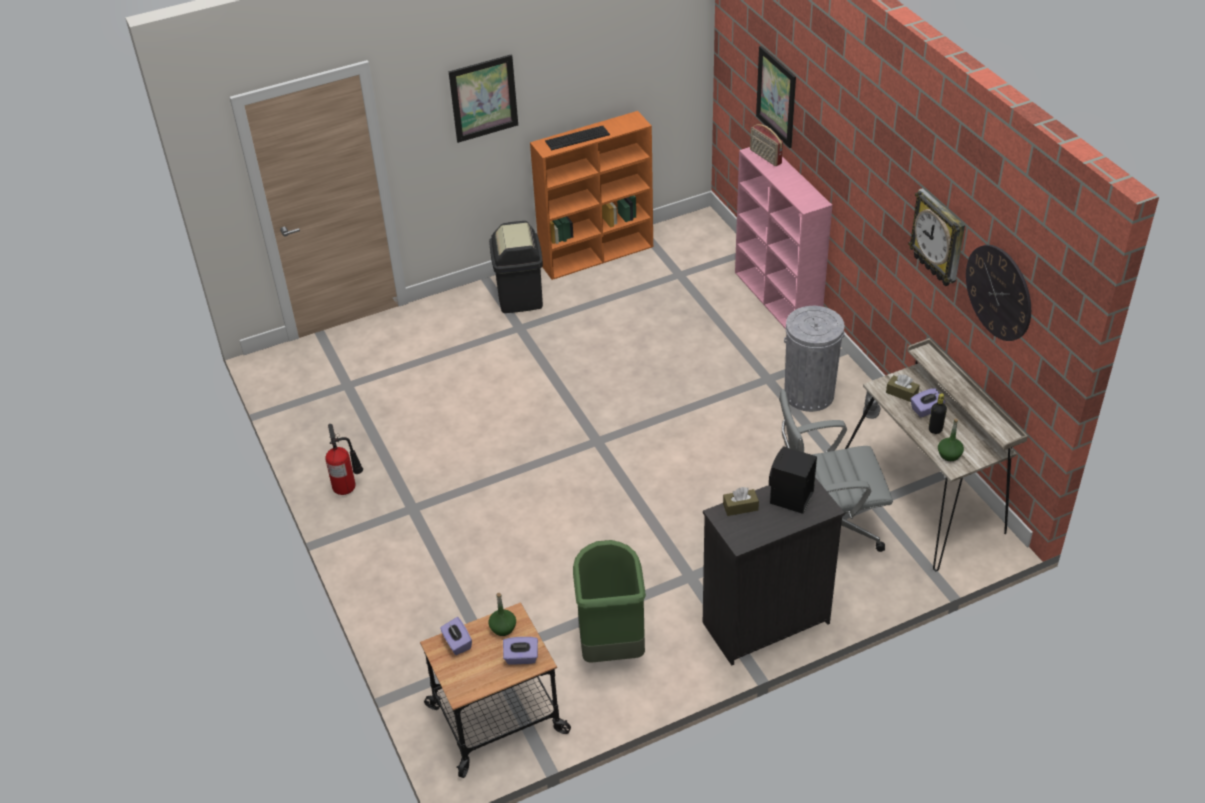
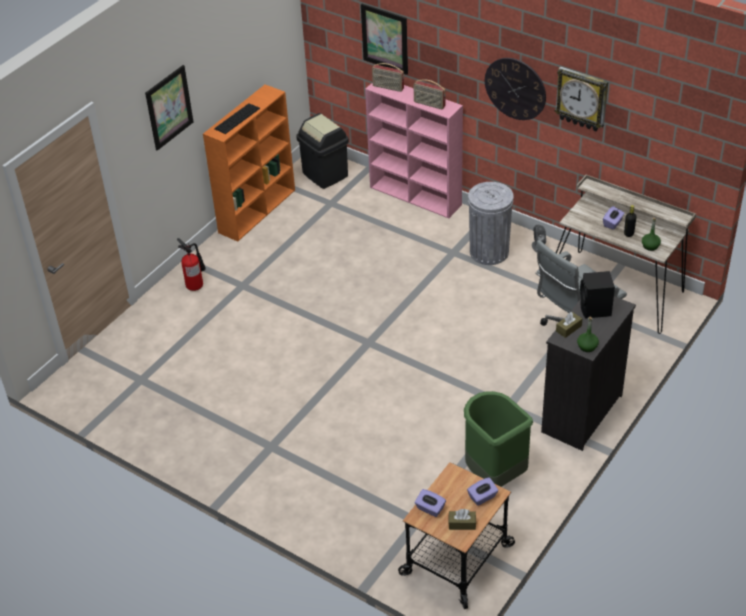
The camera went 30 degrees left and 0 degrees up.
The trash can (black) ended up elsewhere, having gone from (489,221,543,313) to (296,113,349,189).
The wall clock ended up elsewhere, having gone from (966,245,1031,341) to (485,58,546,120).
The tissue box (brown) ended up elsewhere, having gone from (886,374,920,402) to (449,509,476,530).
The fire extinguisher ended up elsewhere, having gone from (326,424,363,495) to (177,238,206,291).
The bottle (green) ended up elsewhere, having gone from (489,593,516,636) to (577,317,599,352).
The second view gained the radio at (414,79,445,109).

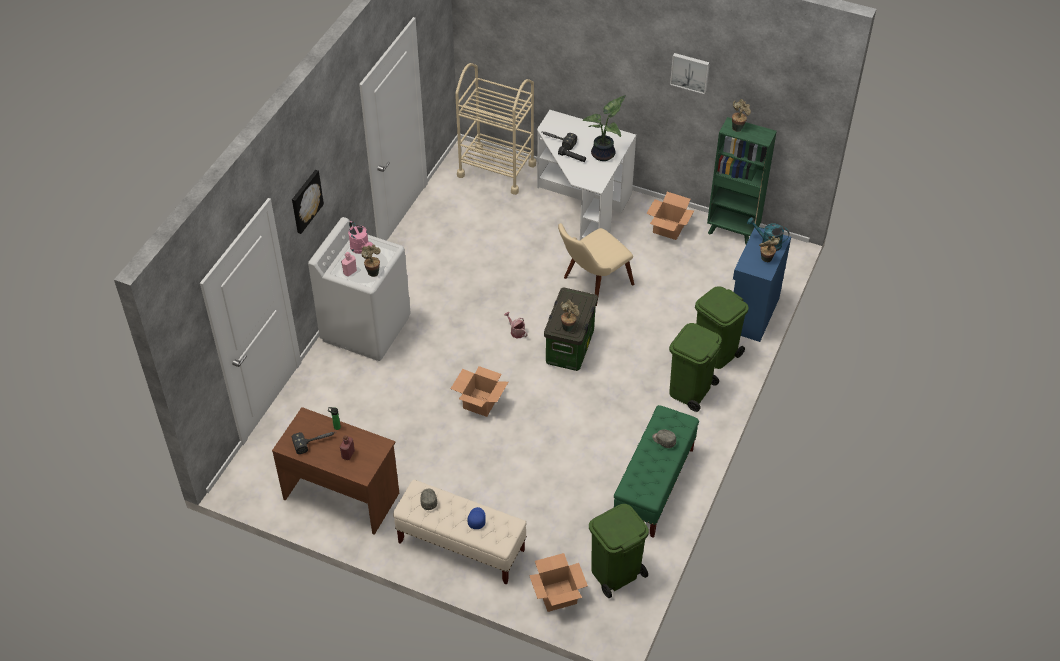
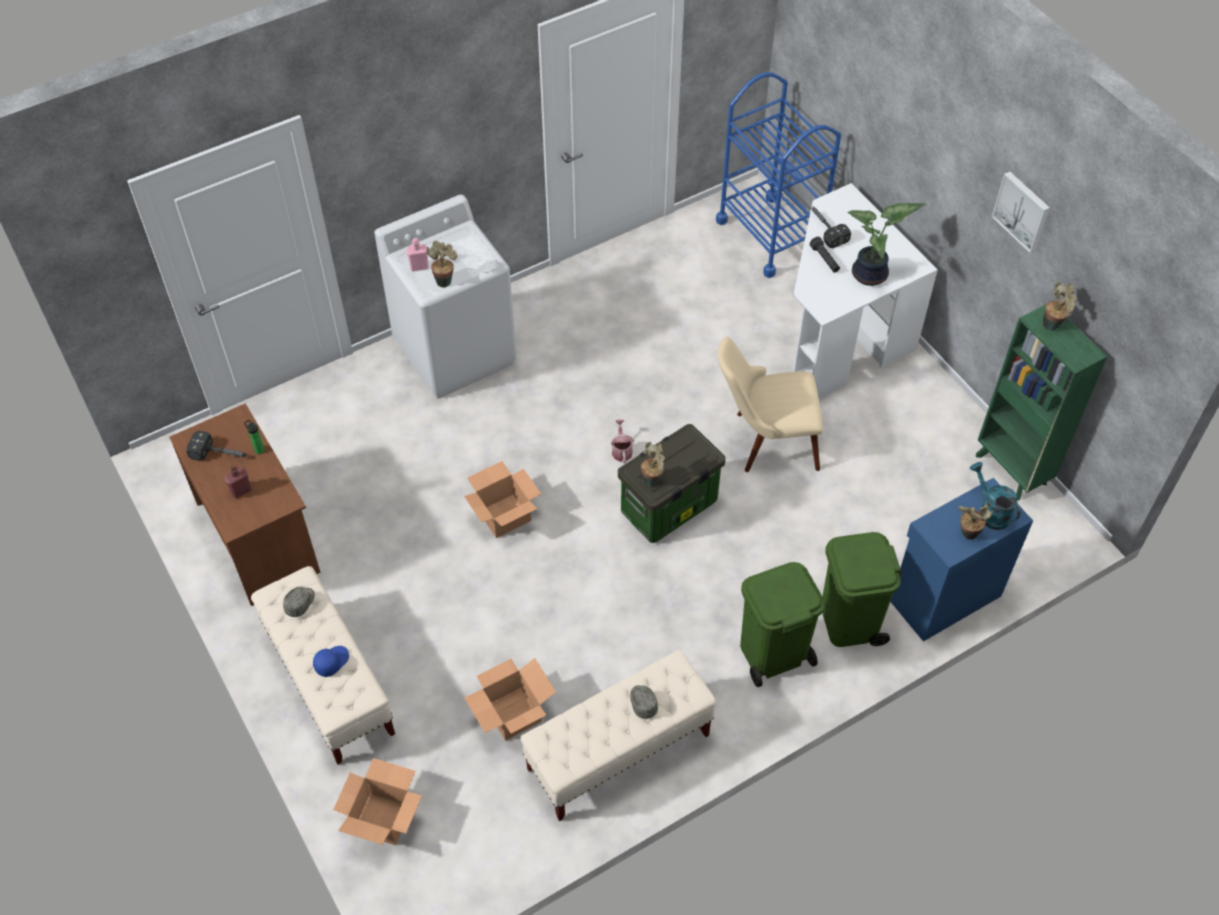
The camera went 35 degrees right and 5 degrees up.
What was the cart (beige) at (455,63,536,195) turned into the cart (blue) at (716,72,841,278).
The second view lost the picture at (292,170,324,234).
The cardboard box ended up elsewhere, having gone from (646,192,694,240) to (464,658,556,741).
The second view lost the watering can (pink) at (348,221,373,254).
What was the bench (green) at (613,405,699,538) turned into the bench (beige) at (521,650,716,821).
The second view lost the trash can (green) at (589,504,649,598).

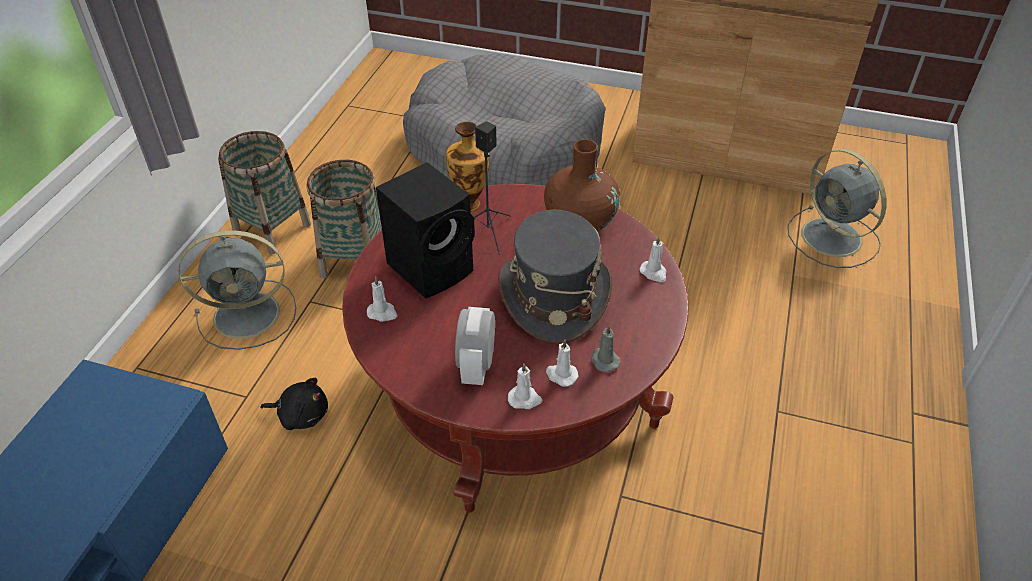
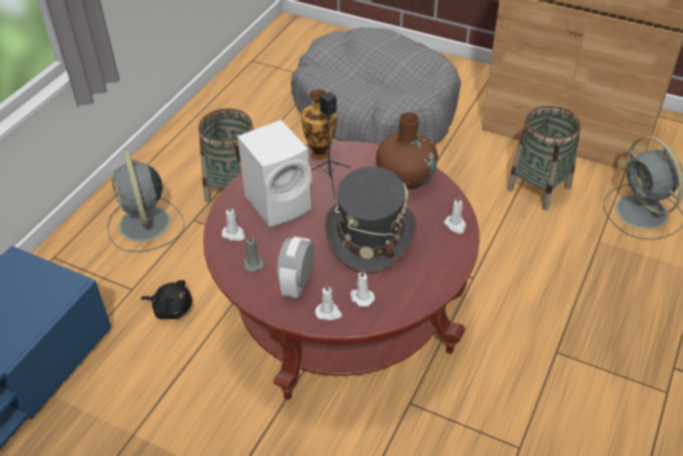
The camera went 10 degrees right and 0 degrees up.
The basket ended up elsewhere, having gone from (218,131,311,254) to (507,106,581,210).
What was the speaker (black) at (376,162,475,299) turned into the speaker (white) at (237,120,312,227).
The fan (grey) at (178,230,296,350) ended up facing another way, 75 degrees clockwise from before.
The candle (grey) ended up elsewhere, having gone from (591,325,620,372) to (243,235,265,272).

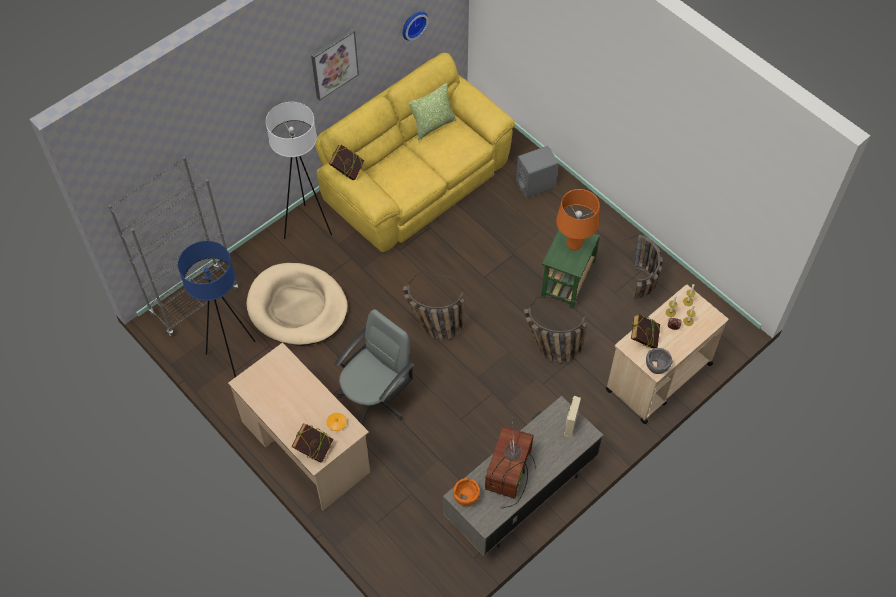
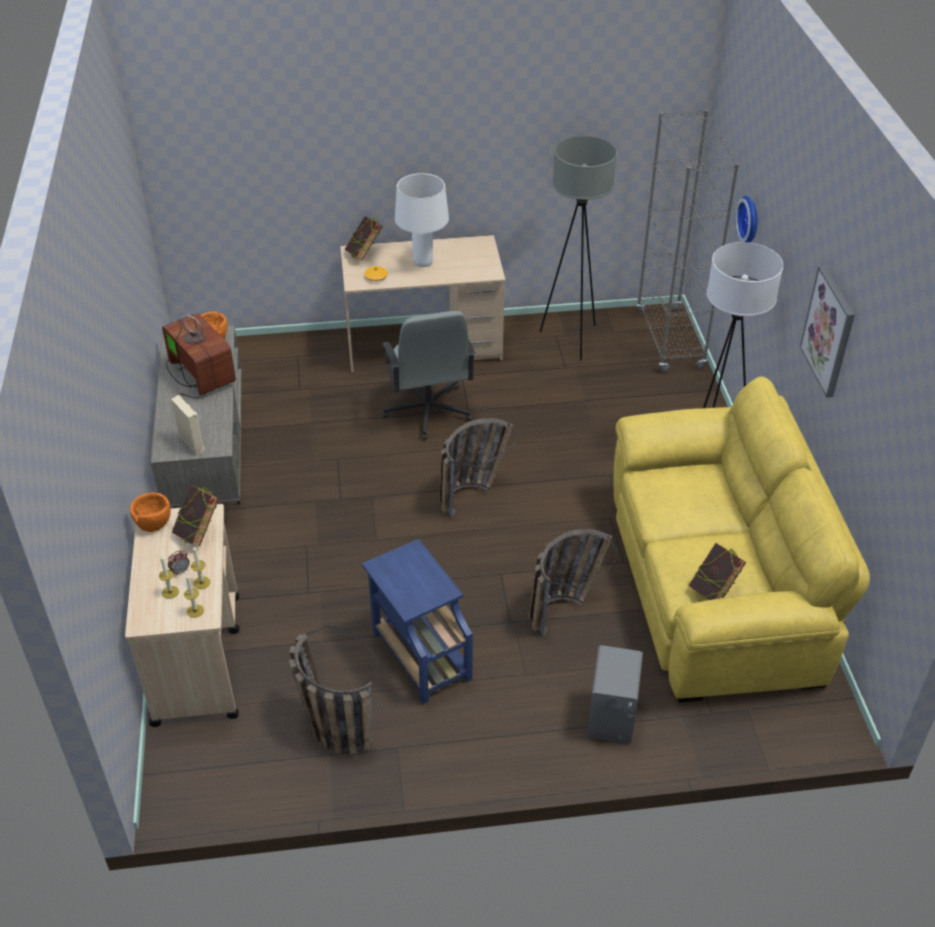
The camera went 125 degrees right and 15 degrees down.
The wall clock ended up elsewhere, having gone from (403,12,429,41) to (736,196,757,243).
The second view lost the pillow at (409,83,456,140).
The book ended up elsewhere, having gone from (329,145,364,180) to (689,543,746,600).
The second view lost the table lamp (orange) at (556,189,599,250).
What was the side table (green) at (541,229,600,309) turned into the side table (blue) at (362,539,473,704).
What was the floor lamp (blue) at (178,241,255,377) turned into the floor lamp (grey) at (539,136,617,360).
The second view lost the dog bed (beige) at (246,263,348,346).
The basket ended up elsewhere, having gone from (524,295,587,363) to (528,529,618,637).
What was the bowl (grey) at (646,348,673,374) turned into the bowl (orange) at (130,492,171,532).
The second view gained the table lamp (white) at (395,173,449,267).

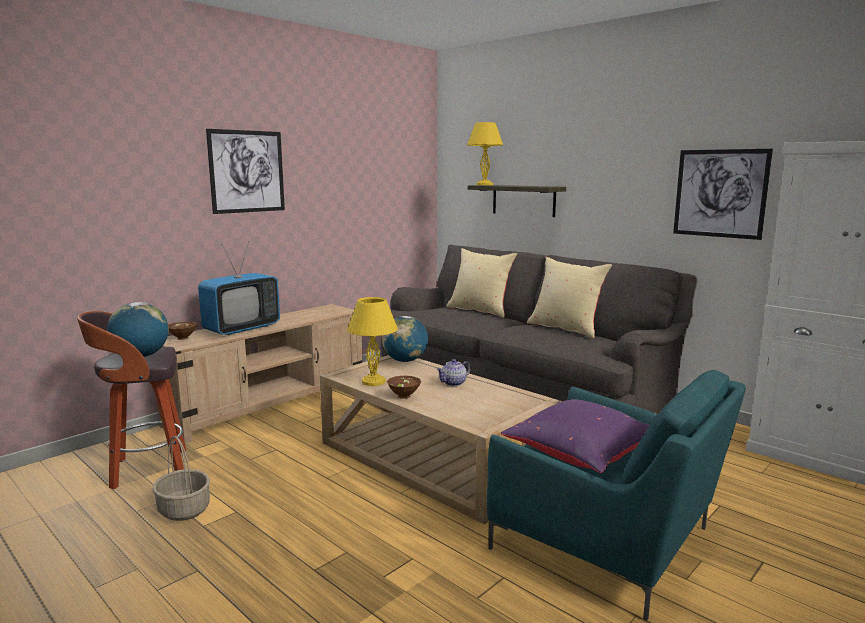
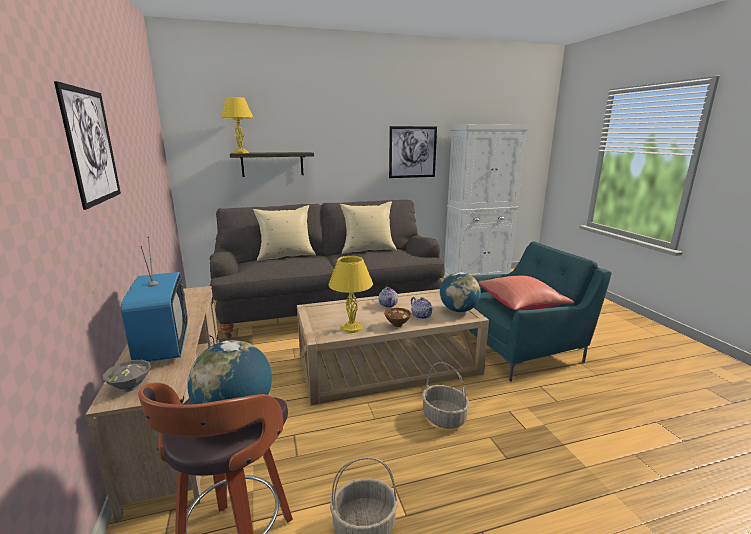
The camera went 60 degrees left and 5 degrees up.
The globe ended up elsewhere, having gone from (382,316,428,362) to (440,272,481,312).
What was the bowl (brown) at (168,322,197,340) turned into the bowl (grey) at (103,360,151,392).
What was the pillow (purple) at (501,399,650,473) turned into the pillow (red) at (478,275,574,310).
The second view gained the teapot at (411,297,434,319).
The second view gained the basket at (422,362,469,429).

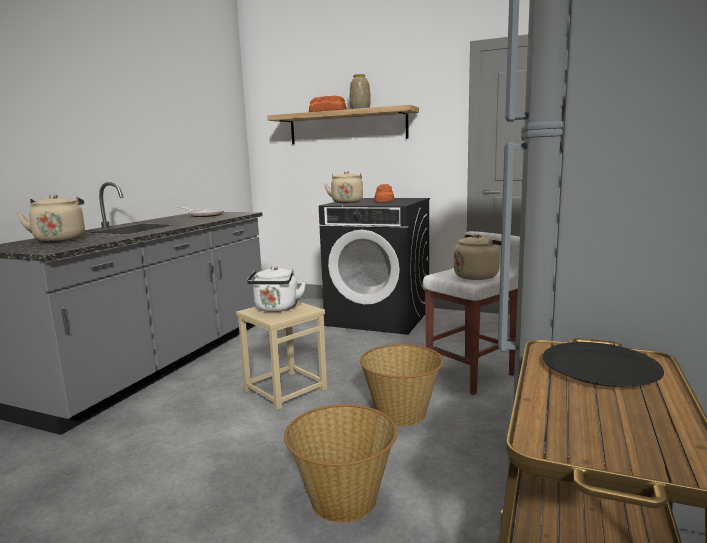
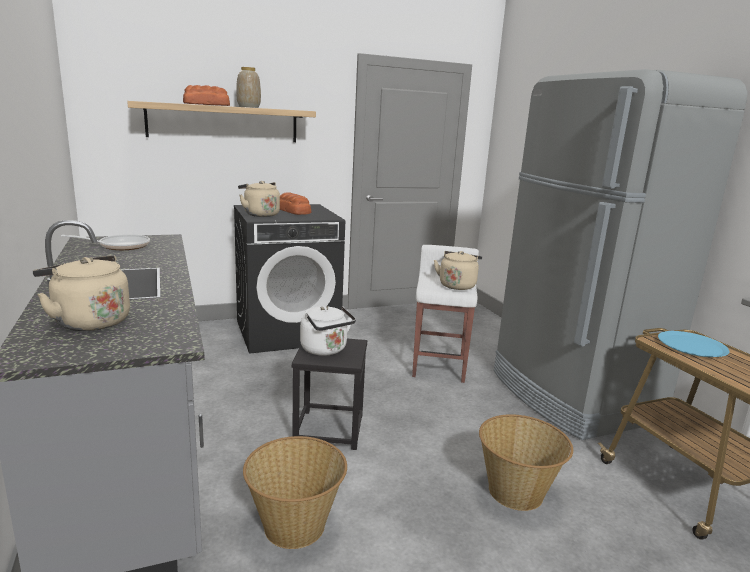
The camera went 45 degrees left and 5 degrees up.
What was the stool (beige) at (236,301,327,410) turned into the stool (black) at (292,339,367,450).
What was the plate (black) at (543,342,664,387) turned into the plate (blue) at (658,331,729,357).
The basket ended up elsewhere, having gone from (360,344,444,426) to (243,436,347,549).

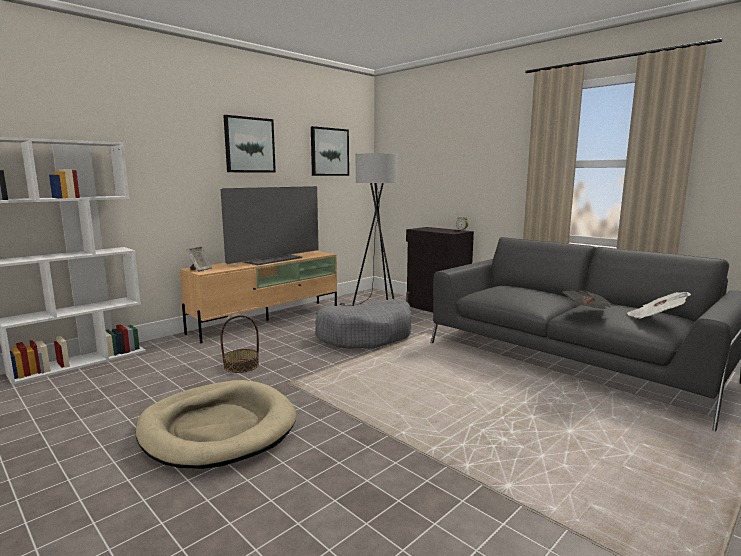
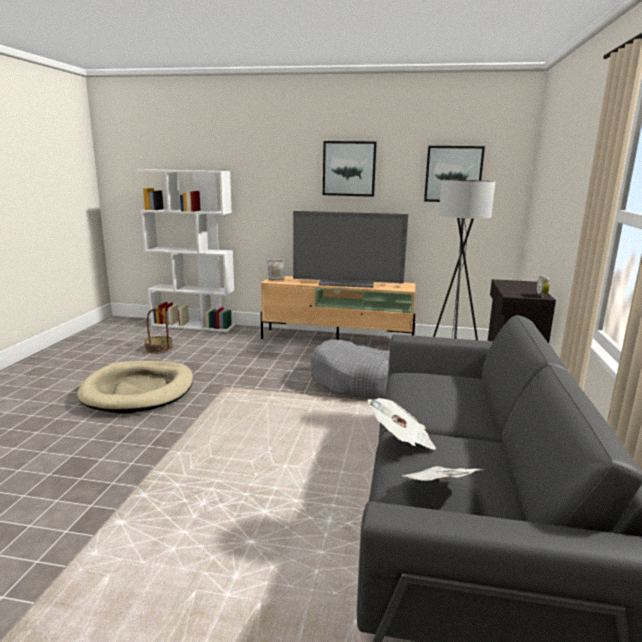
The camera went 55 degrees right and 5 degrees up.
The basket ended up elsewhere, having gone from (220,315,259,373) to (144,309,173,354).

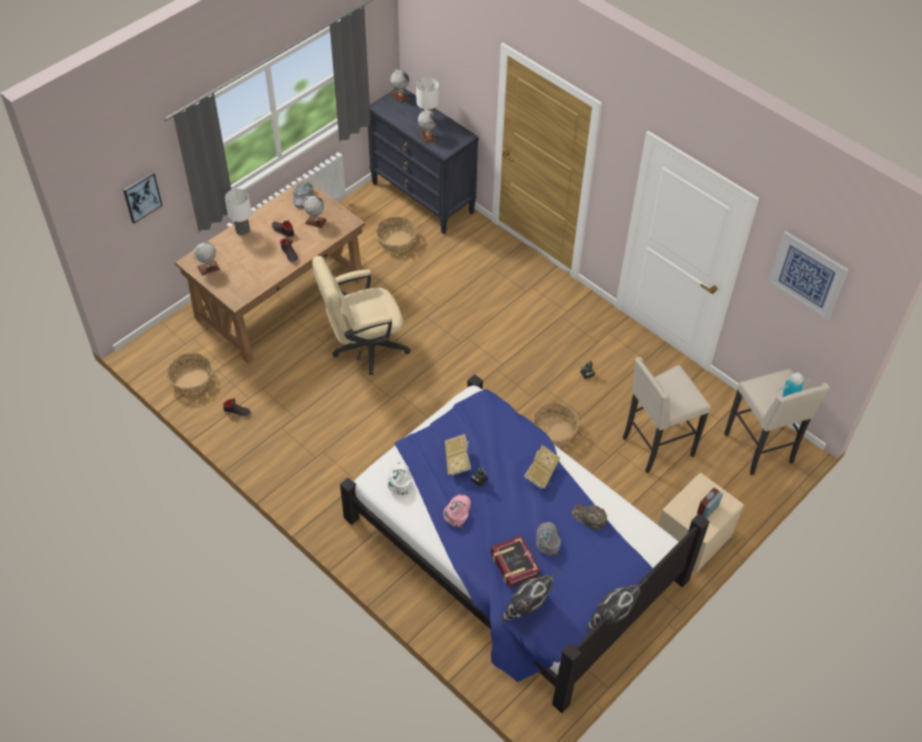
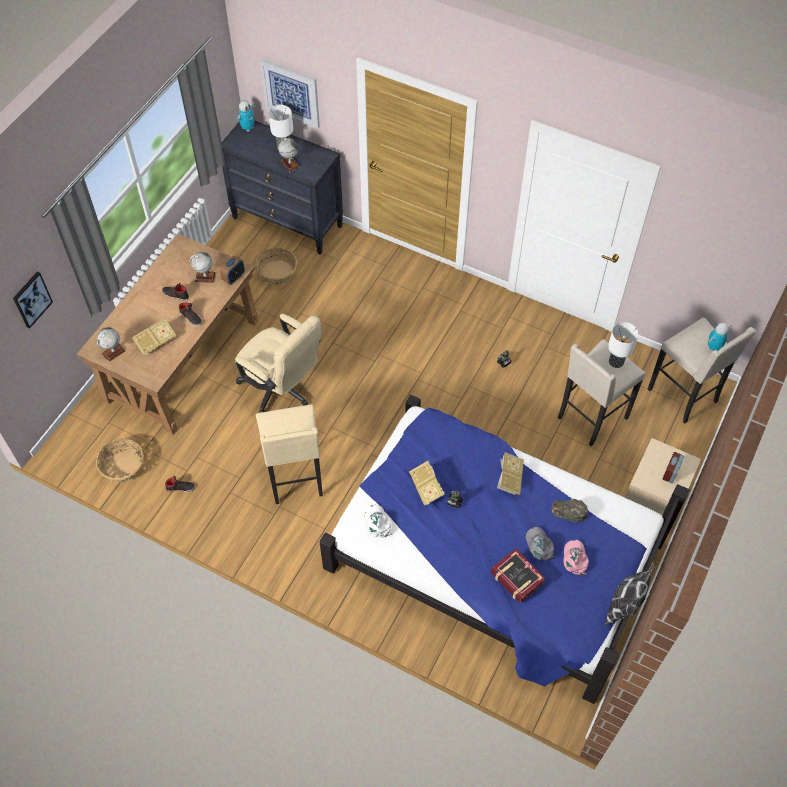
The camera went 15 degrees left and 5 degrees up.
Where the globe stood at (390,69,410,104), the toy robot came to stand at (235,100,256,132).
The second view lost the cap (grey) at (293,182,314,209).
The table lamp ended up elsewhere, having gone from (225,189,252,236) to (608,322,638,368).
The picture ended up elsewhere, having gone from (768,231,849,320) to (259,59,320,129).
The office chair (beige) at (312,256,411,375) ended up facing another way, 105 degrees counterclockwise from before.
The second view lost the basket at (532,403,579,446).
The cap (pink) ended up elsewhere, having gone from (443,494,471,528) to (563,540,589,575).
The second view lost the pillow at (501,568,561,622).
The second view gained the alarm clock at (220,256,245,285).
The second view gained the book at (132,318,177,355).
The second view gained the stool (beige) at (256,404,323,504).

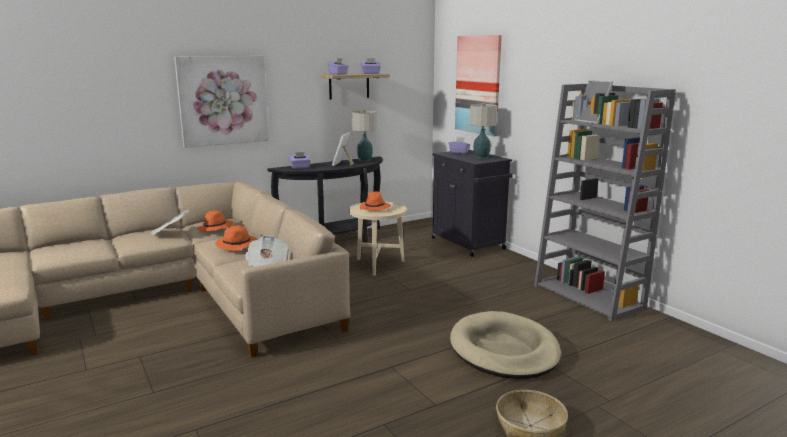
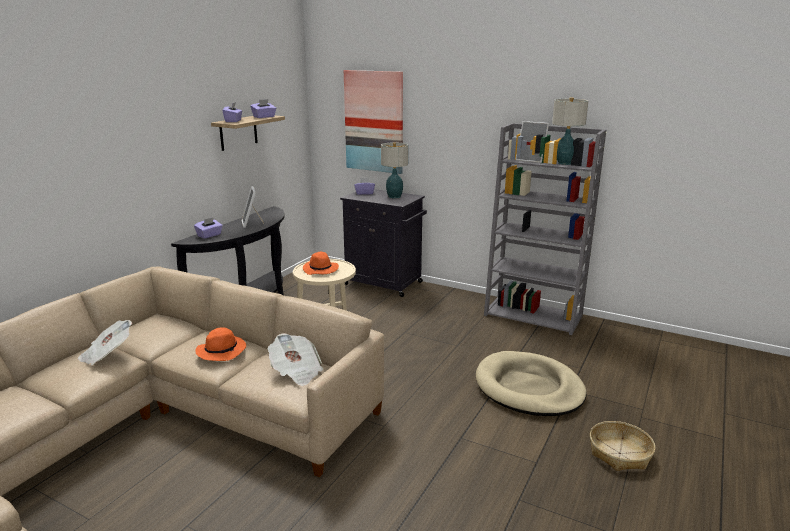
The camera went 30 degrees left and 5 degrees up.
The second view lost the picture at (174,56,269,148).
The table lamp ended up elsewhere, having gone from (352,110,377,161) to (552,98,588,165).
The second view lost the hat (orange) at (197,210,233,231).

